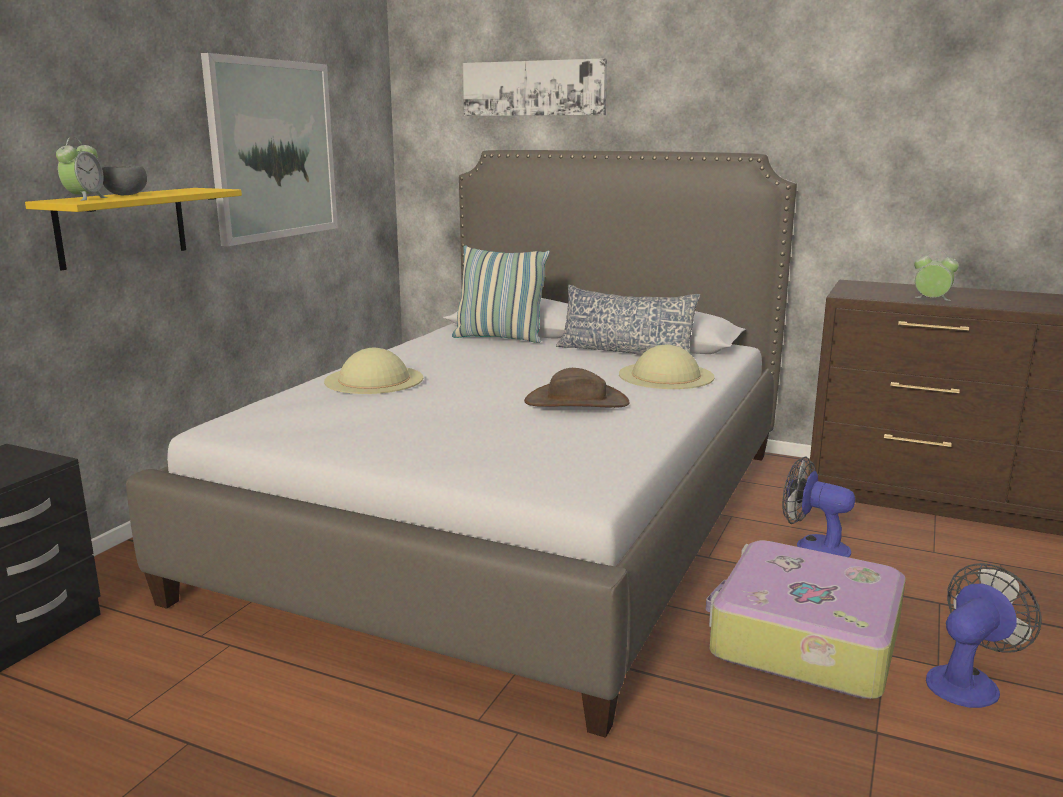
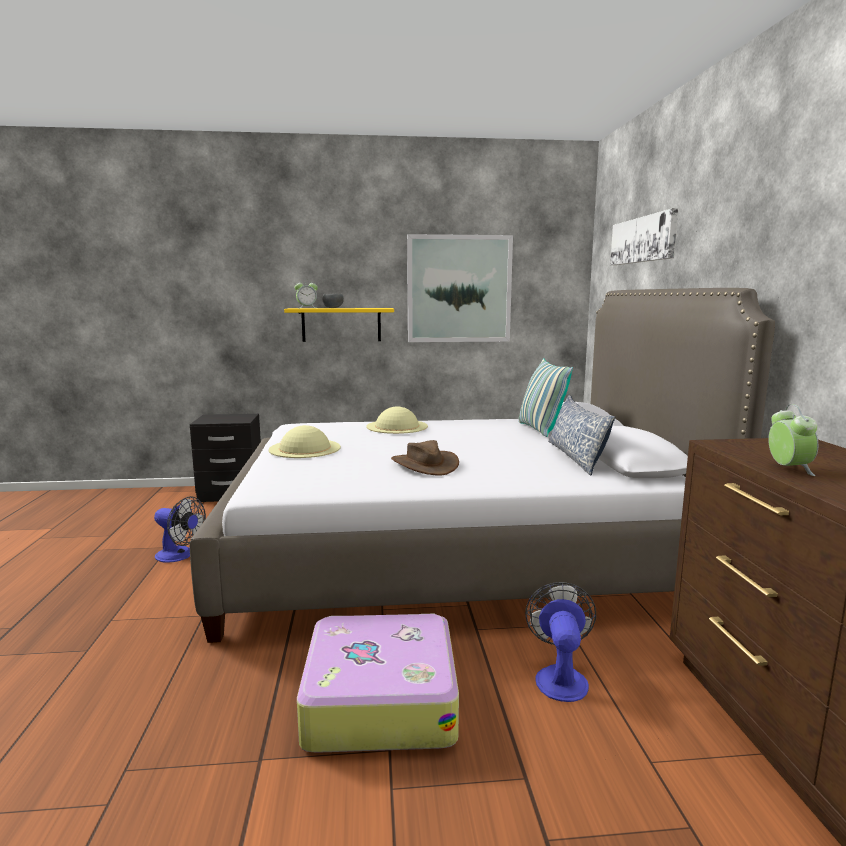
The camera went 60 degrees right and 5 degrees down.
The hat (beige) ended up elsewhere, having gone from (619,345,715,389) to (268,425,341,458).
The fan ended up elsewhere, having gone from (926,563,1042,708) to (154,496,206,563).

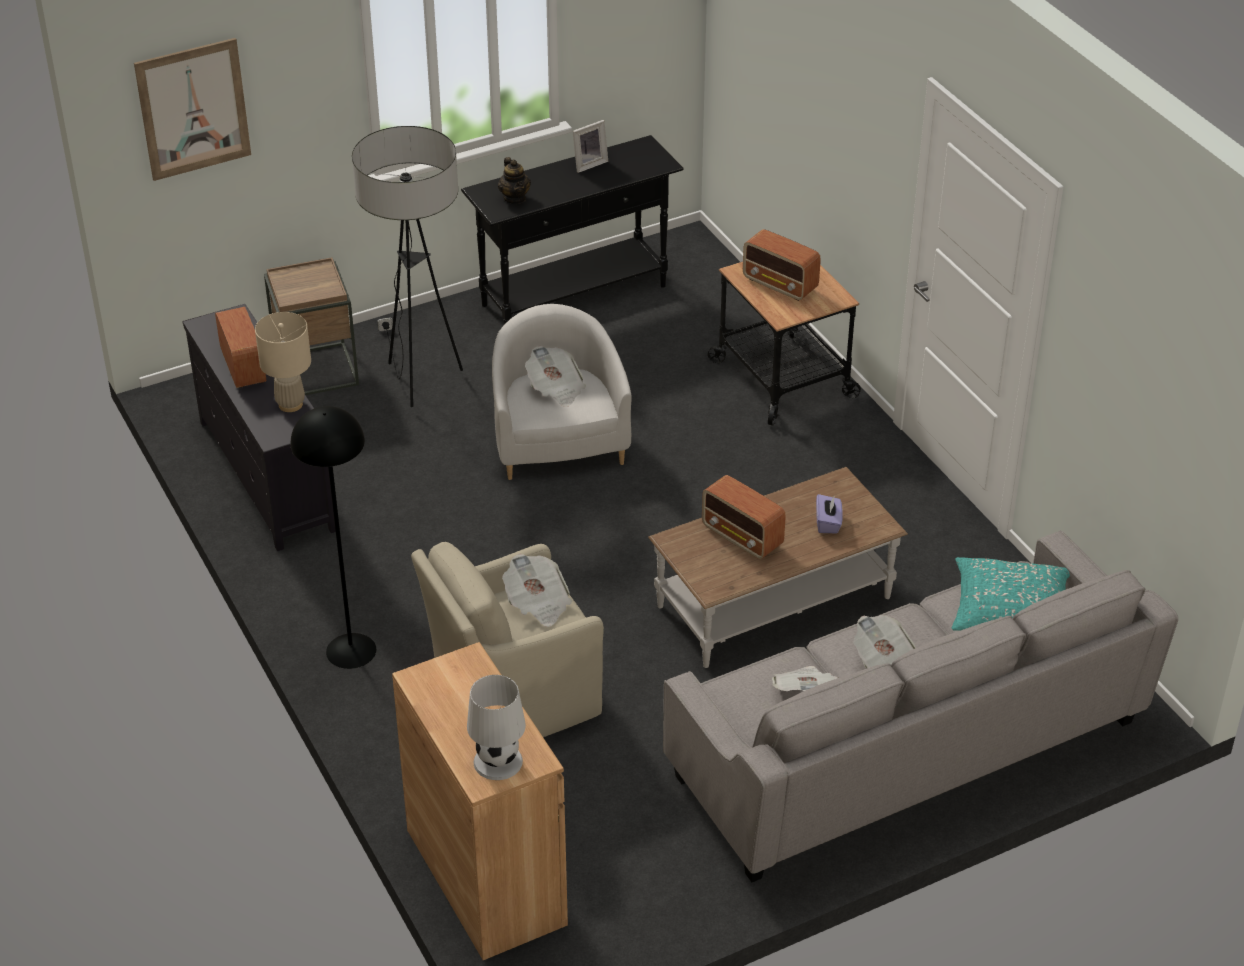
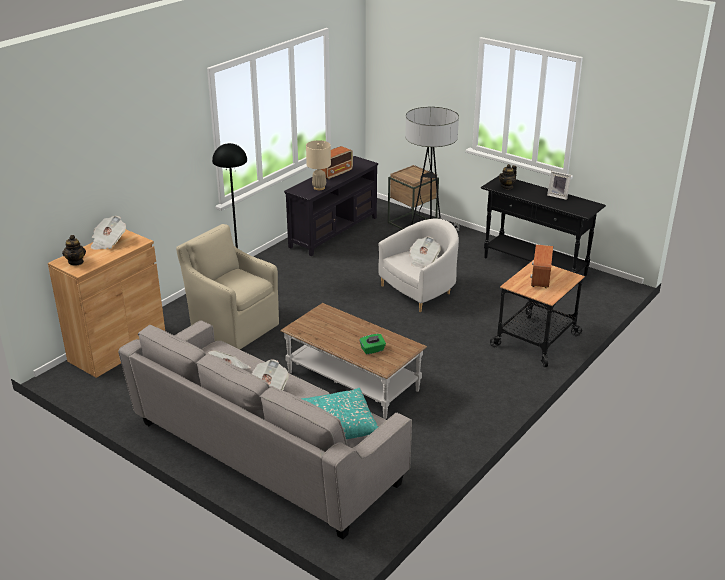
The camera went 65 degrees right and 10 degrees down.
The second view lost the picture at (134,38,251,181).
The second view lost the radio at (702,475,786,559).
What was the tissue box (purple) at (816,494,843,534) turned into the tissue box (green) at (359,334,386,355).
The newspaper ended up elsewhere, having gone from (502,554,572,627) to (91,216,126,250).
Where the table lamp (white) stood at (467,675,526,780), the teapot came to stand at (62,235,86,266).

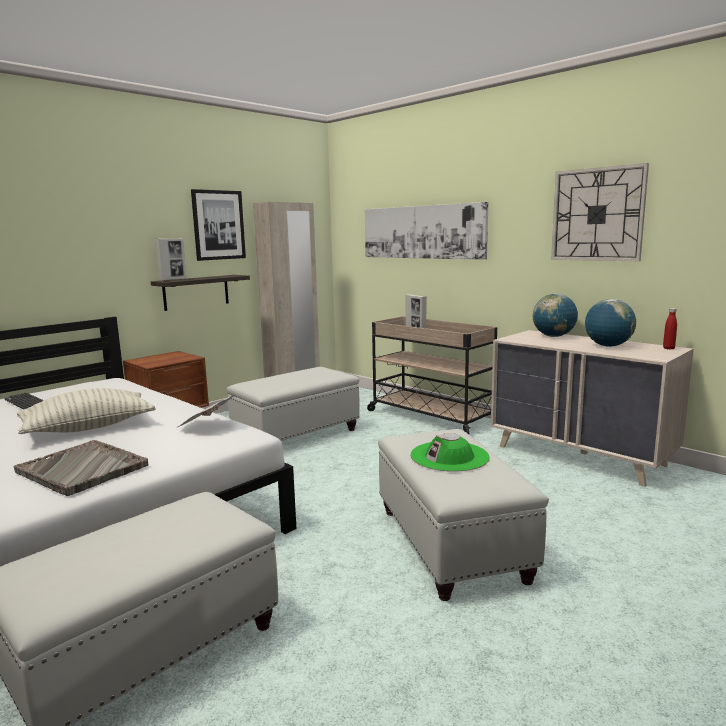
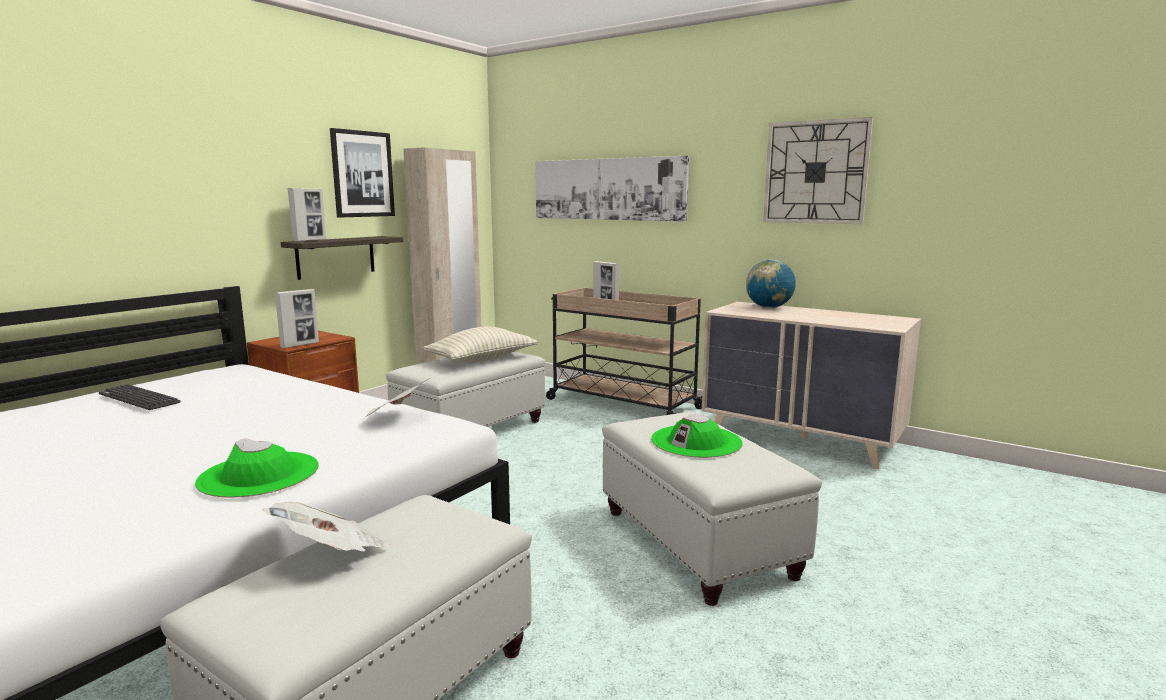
The camera went 10 degrees left and 0 degrees up.
The second view lost the globe at (585,299,636,347).
The second view lost the bottle (red) at (663,308,677,350).
The pillow ended up elsewhere, having gone from (17,388,156,434) to (423,327,538,363).
Where the tray (grey) stood at (14,440,148,496), the hat (green) came to stand at (195,438,319,498).
The second view gained the picture frame at (275,289,319,348).
The second view gained the newspaper at (262,502,391,551).

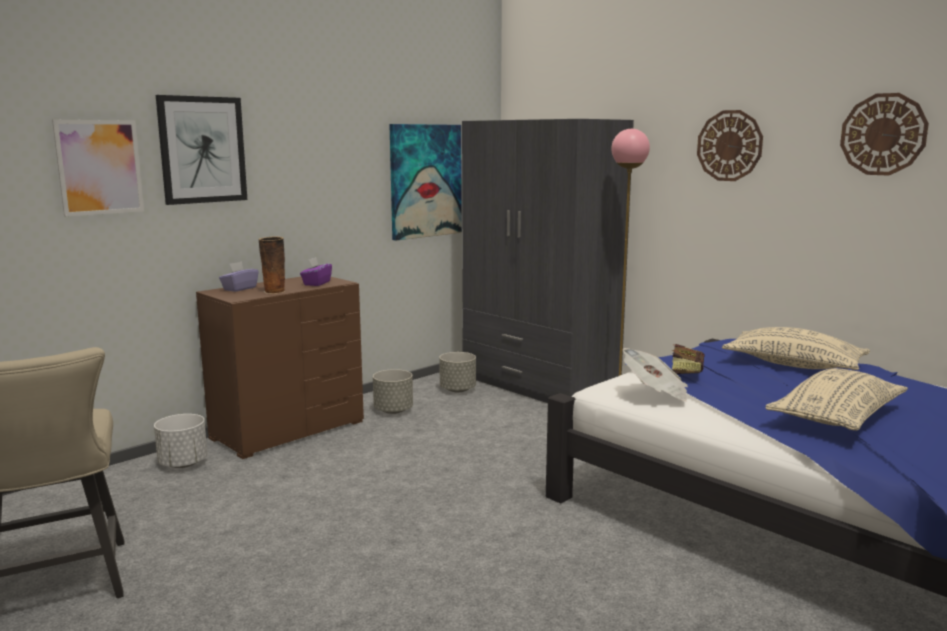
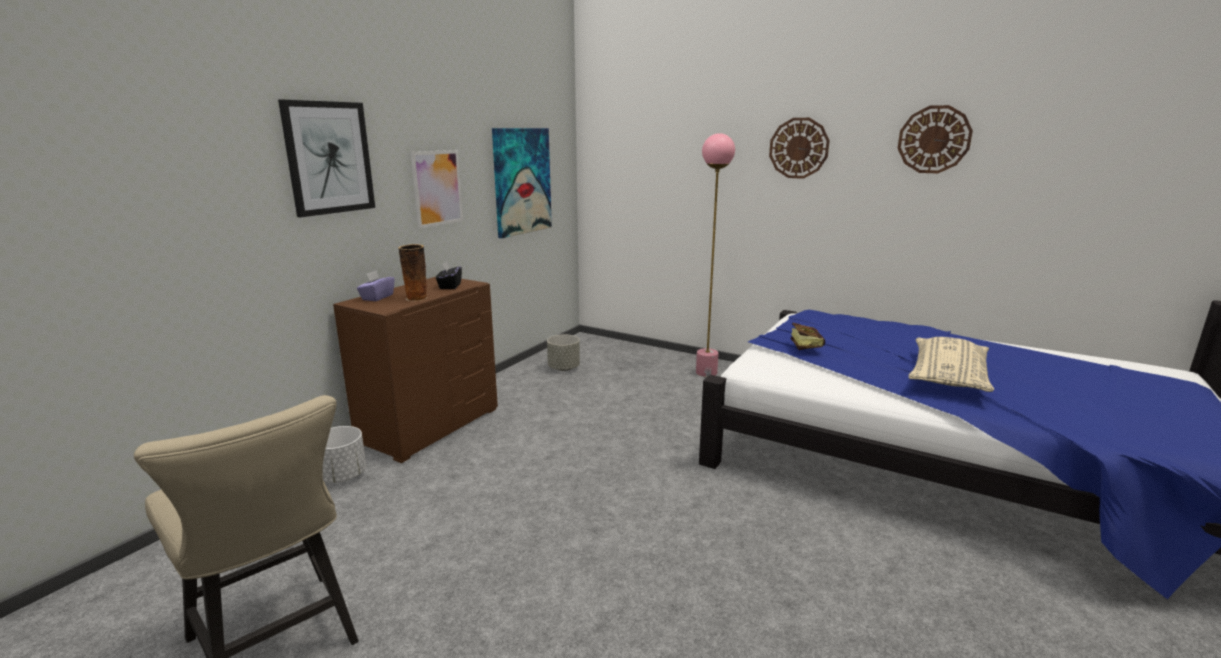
The camera went 15 degrees left and 5 degrees up.
The second view lost the wardrobe (grey) at (462,119,634,403).
The picture ended up elsewhere, having gone from (52,120,144,217) to (411,150,463,229).
What was the tissue box (purple) at (300,257,332,286) turned into the tissue box (black) at (436,261,462,289).
The second view lost the pillow (beige) at (722,327,870,370).
The second view lost the newspaper at (623,348,688,401).
The second view lost the planter (grey) at (373,369,413,414).

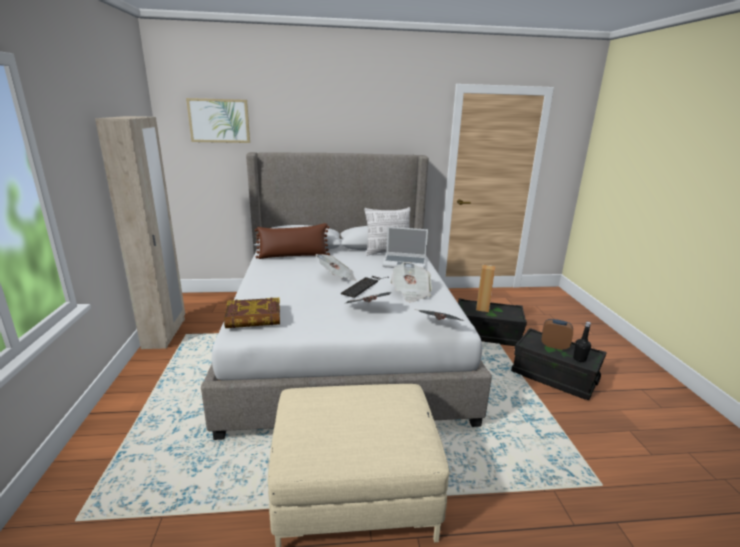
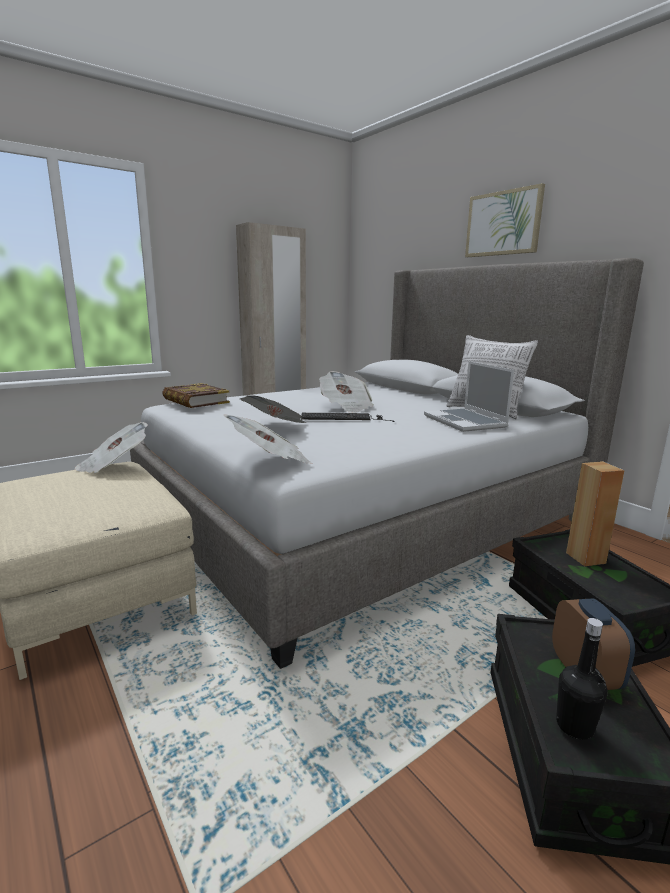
The camera went 60 degrees right and 5 degrees down.
The picture ended up elsewhere, having gone from (186,98,250,143) to (465,183,545,257).
The second view lost the pillow (brown) at (255,223,330,259).
The newspaper ended up elsewhere, having gone from (391,262,432,302) to (75,422,148,473).

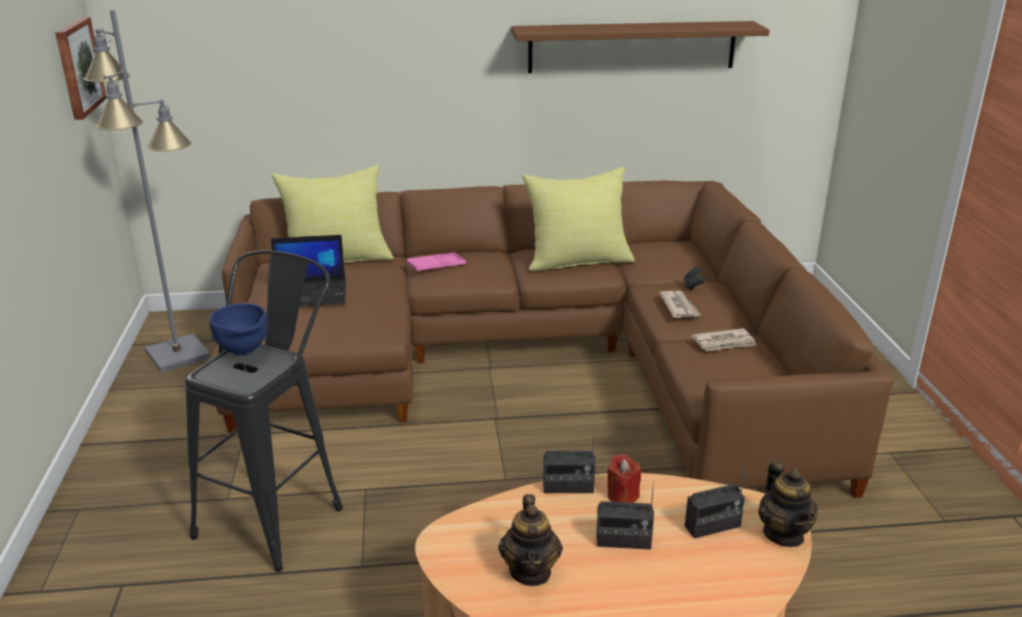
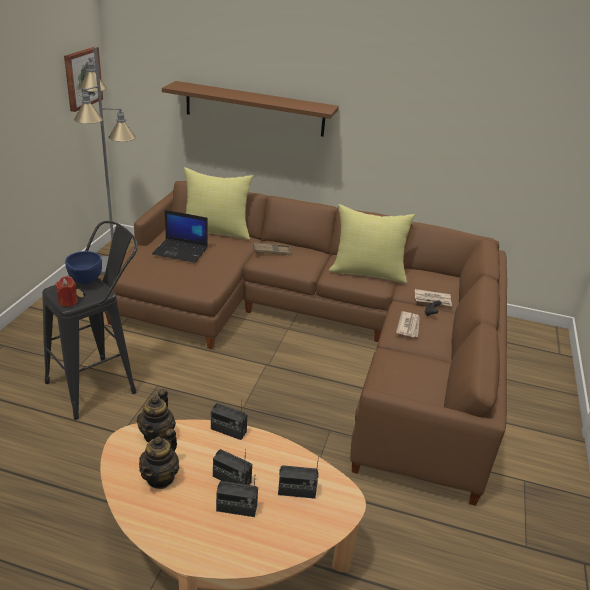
The camera went 20 degrees right and 5 degrees up.
The shelf (brown) ended up elsewhere, having gone from (511,21,770,73) to (162,81,339,137).
What was the tray (pink) at (406,253,466,272) turned into the tray (brown) at (253,242,292,255).
The newspaper ended up elsewhere, having gone from (692,328,757,351) to (415,289,452,306).
The candle (red) ended up elsewhere, having gone from (607,454,641,503) to (55,276,78,307).
The teapot ended up elsewhere, having gone from (758,461,818,547) to (137,389,176,442).
The second view gained the radio at (216,479,258,517).

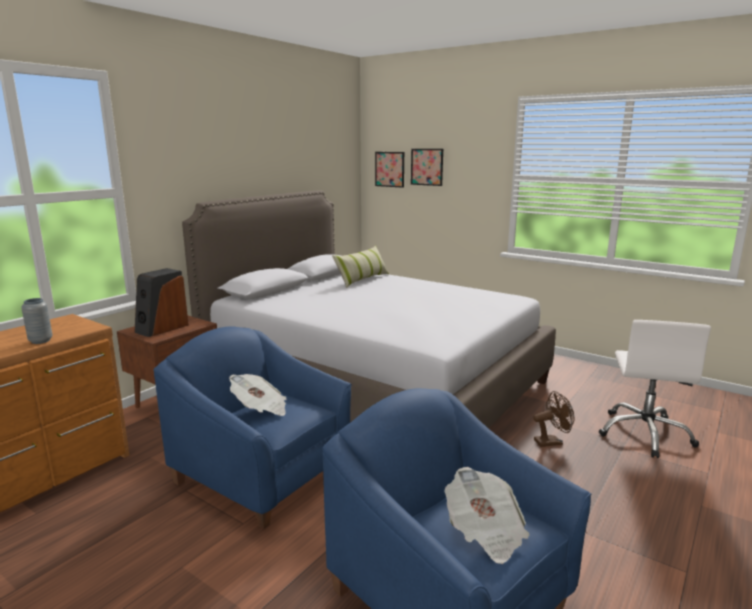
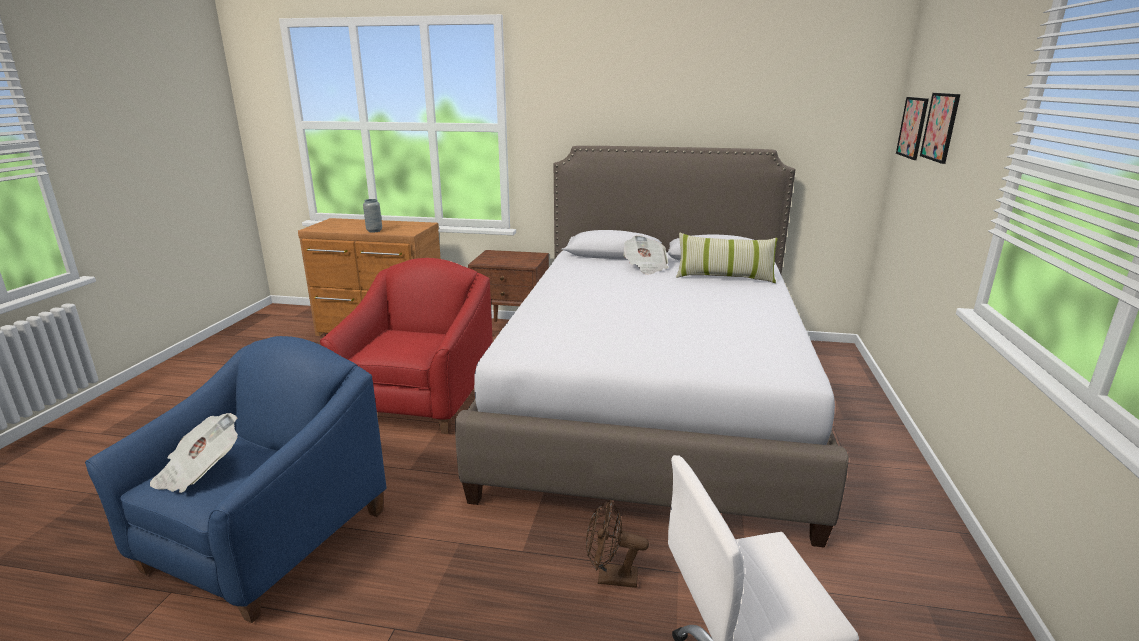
The camera went 65 degrees right and 5 degrees up.
The second view lost the speaker at (134,268,189,337).
What was the armchair (blue) at (154,326,352,529) turned into the armchair (red) at (320,258,493,434).
The newspaper ended up elsewhere, having gone from (229,374,287,416) to (624,235,668,275).
The fan (brown) at (533,391,574,447) ended up facing another way, 135 degrees clockwise from before.

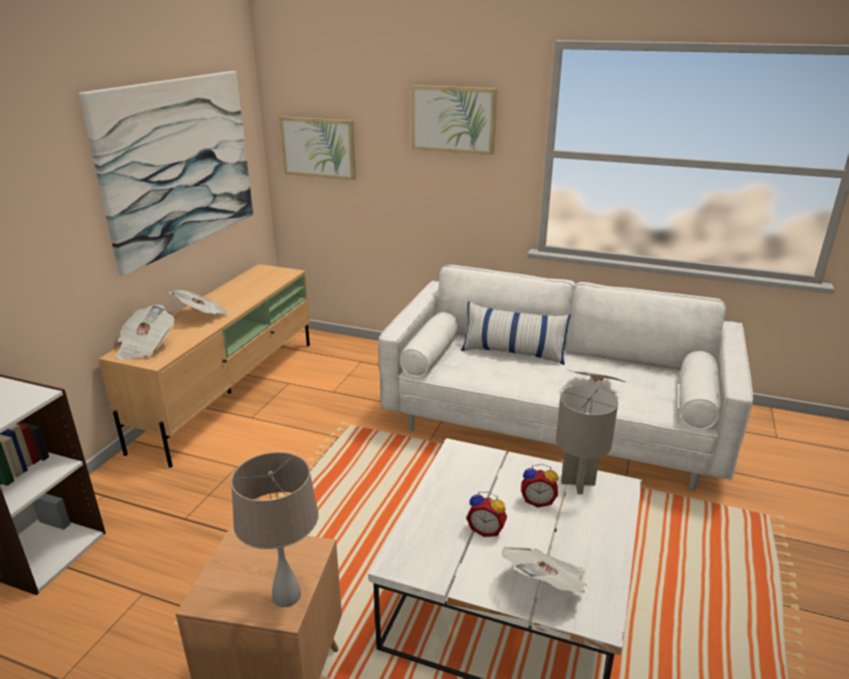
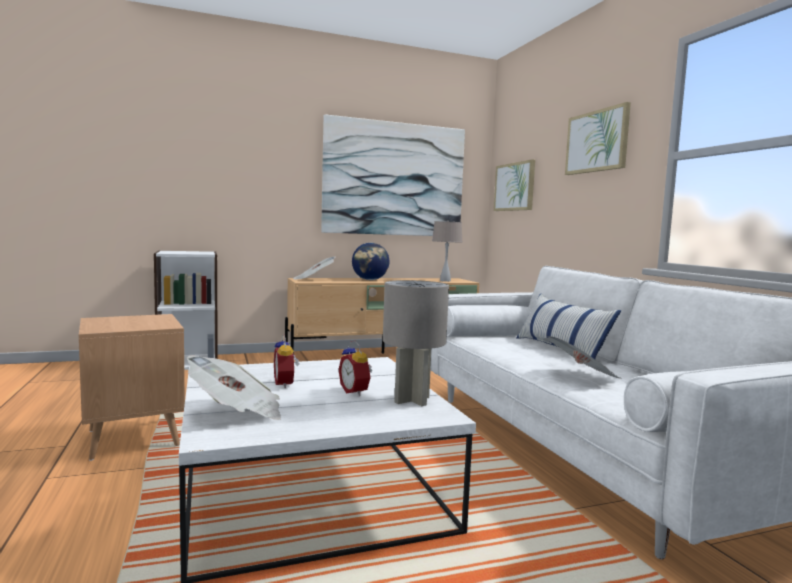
The camera went 50 degrees right and 20 degrees down.
Where the newspaper stood at (169,290,232,315), the globe came to stand at (352,243,389,280).
The table lamp (beige) ended up elsewhere, having gone from (231,452,319,607) to (432,220,462,282).

